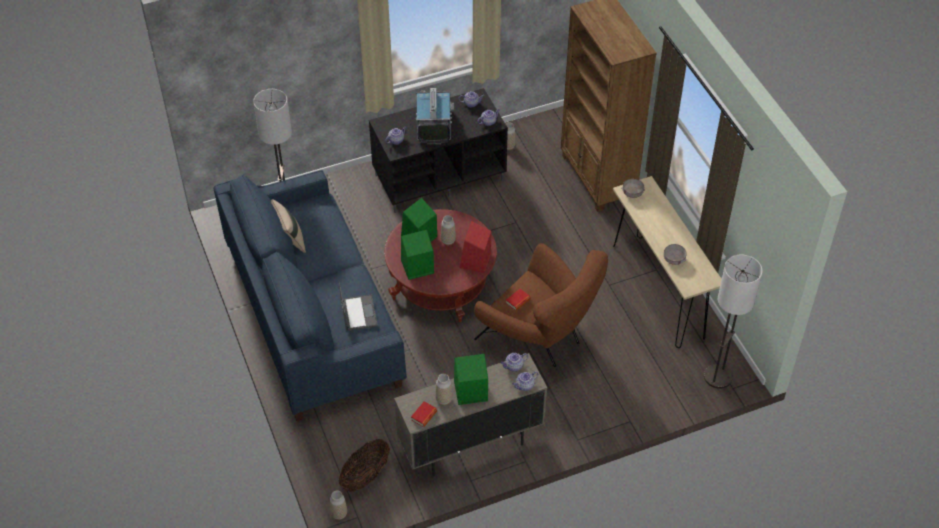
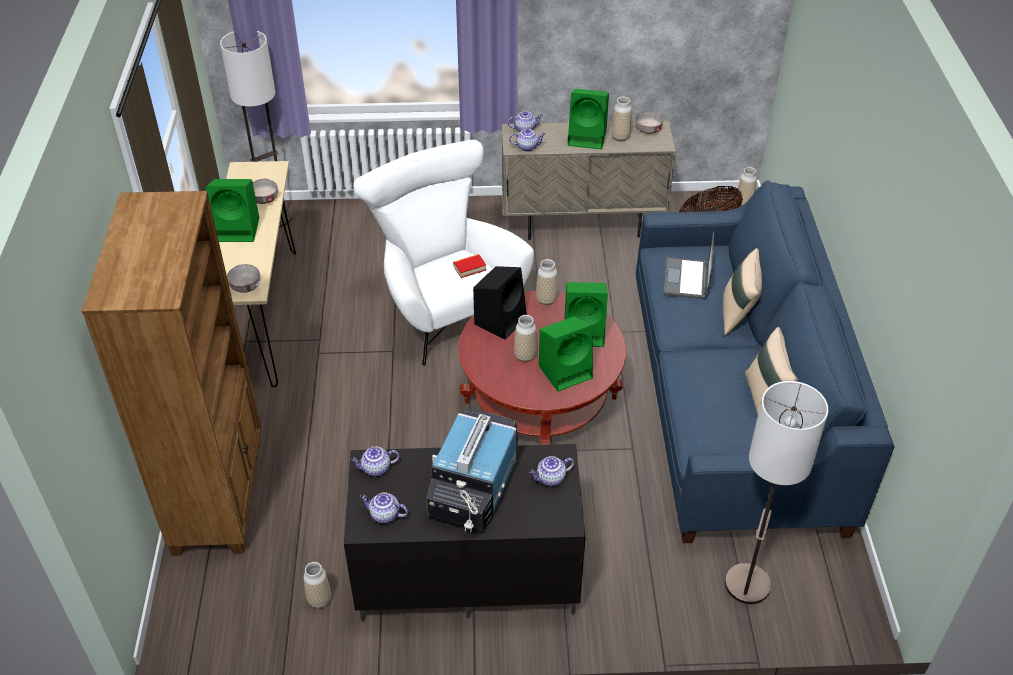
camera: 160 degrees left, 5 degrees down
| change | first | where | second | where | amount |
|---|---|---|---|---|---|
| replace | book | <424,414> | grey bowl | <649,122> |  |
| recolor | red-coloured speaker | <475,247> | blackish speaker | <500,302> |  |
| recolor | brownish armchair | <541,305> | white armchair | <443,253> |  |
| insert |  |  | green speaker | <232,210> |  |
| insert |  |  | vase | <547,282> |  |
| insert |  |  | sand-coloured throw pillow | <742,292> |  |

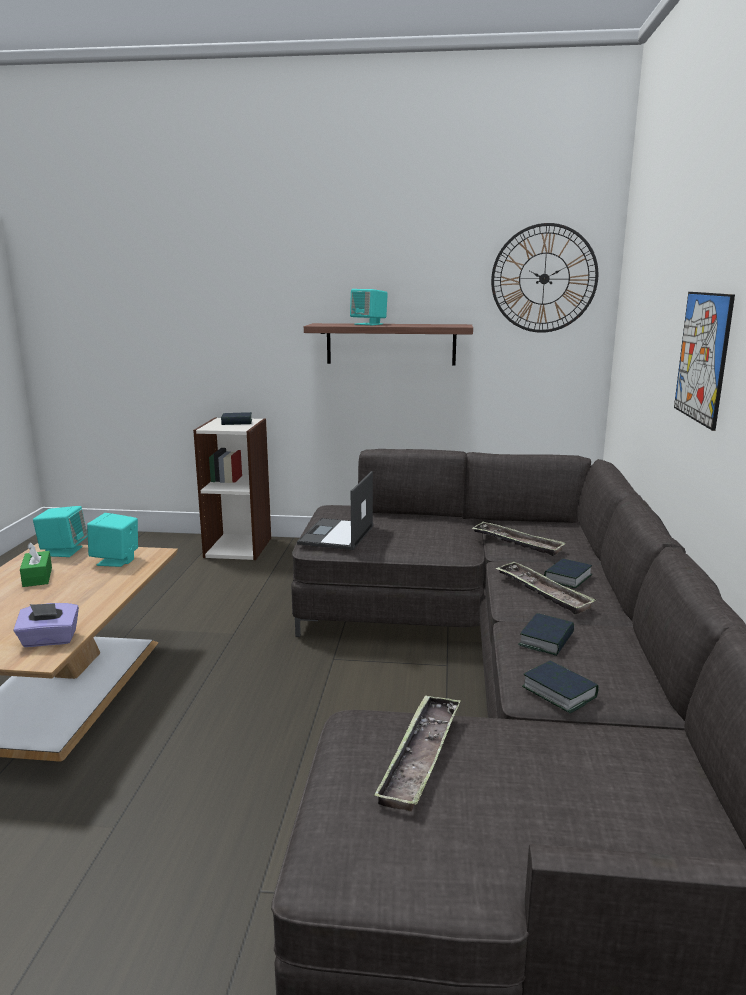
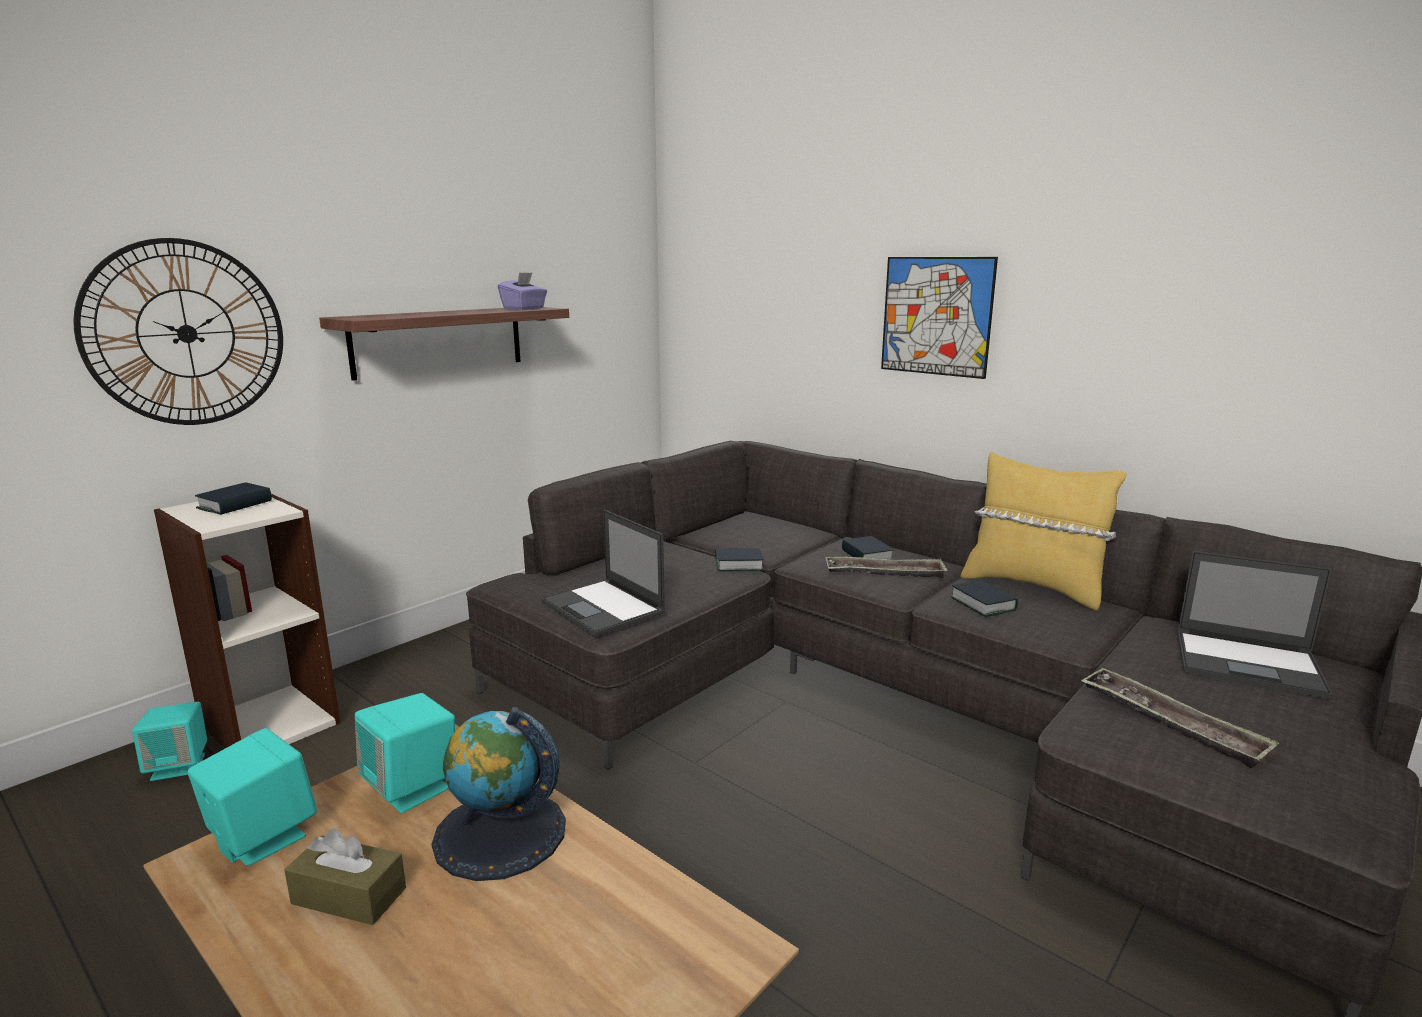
camera: 55 degrees left, 0 degrees up
| change | first | where | second | where | amount |
|---|---|---|---|---|---|
| move | purplish tissue holder | <46,625> |  | <522,291> |  |
| recolor | green tissue holder | <36,564> | brownish tissue holder | <345,876> |  |
| move | blue-green speaker | <369,307> |  | <169,741> |  |
| delete | serving tray | <518,539> |  |  |  |
| move | clock on the wall | <544,278> |  | <178,331> |  |
| move | book | <560,687> |  | <739,559> |  |
| insert |  |  | globe | <499,794> |  |
| insert |  |  | yellow throw pillow | <1043,531> |  |
| insert |  |  | portable computer | <1255,625> |  |

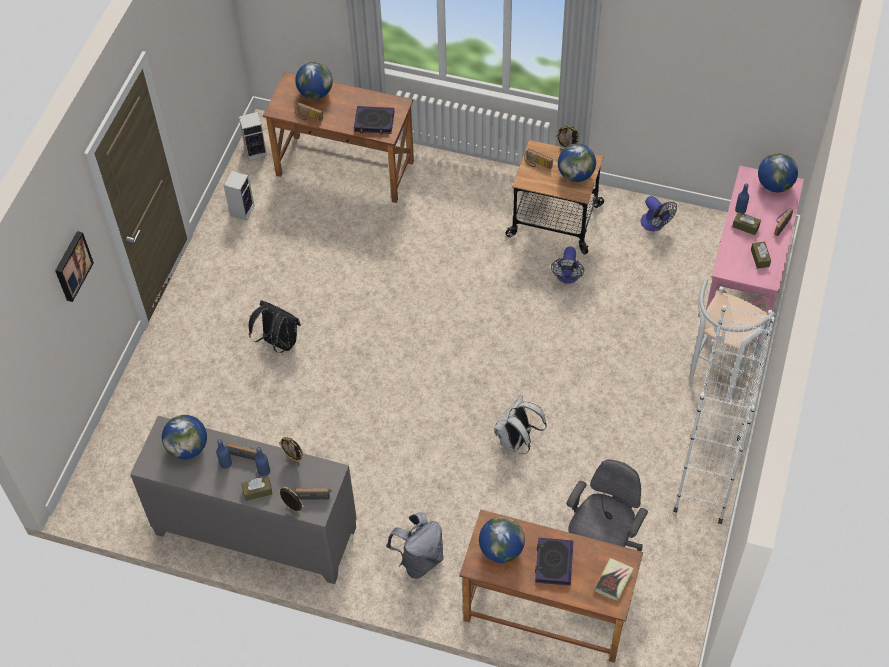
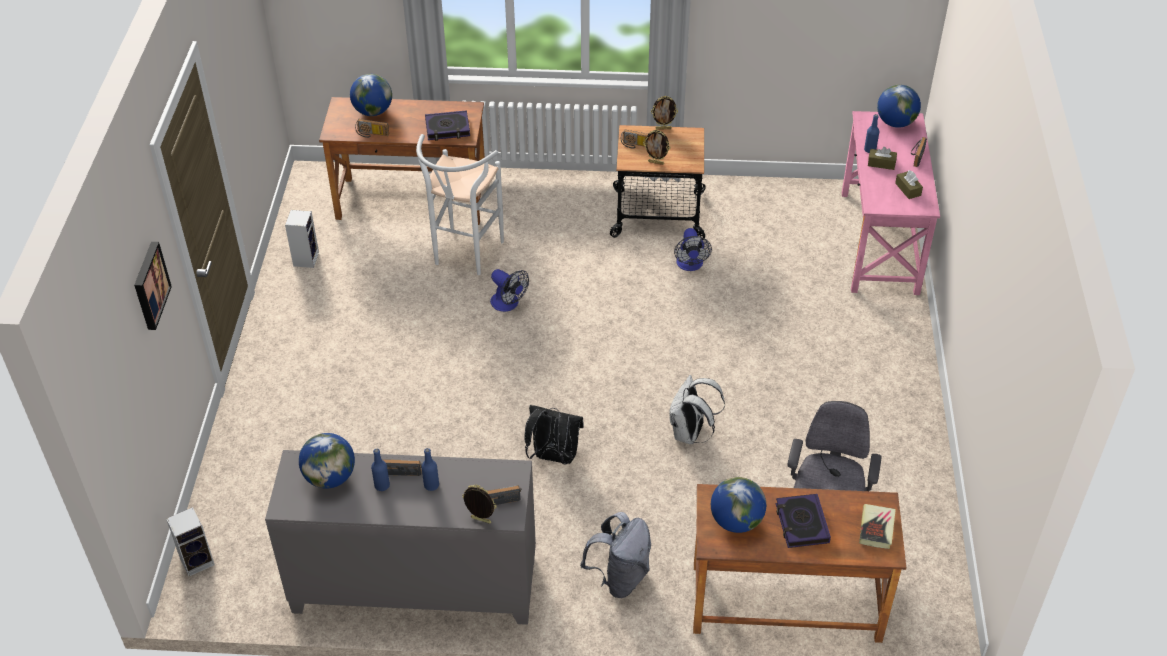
camera: 15 degrees left, 10 degrees down
| change | first | where | second | where | amount |
|---|---|---|---|---|---|
| move | speaker | <253,136> |  | <190,541> |  |
| delete | brownish tissue holder | <257,489> |  |  |  |
| move | blackish knapsack | <275,326> |  | <554,435> |  |
| move | picture frame | <291,451> |  | <656,147> |  |
| delete | globe | <577,163> |  |  |  |
| move | fan | <659,214> |  | <509,290> |  |
| delete | white bookcase | <724,414> |  |  |  |
| move | white sitting stool | <732,340> |  | <460,204> |  |

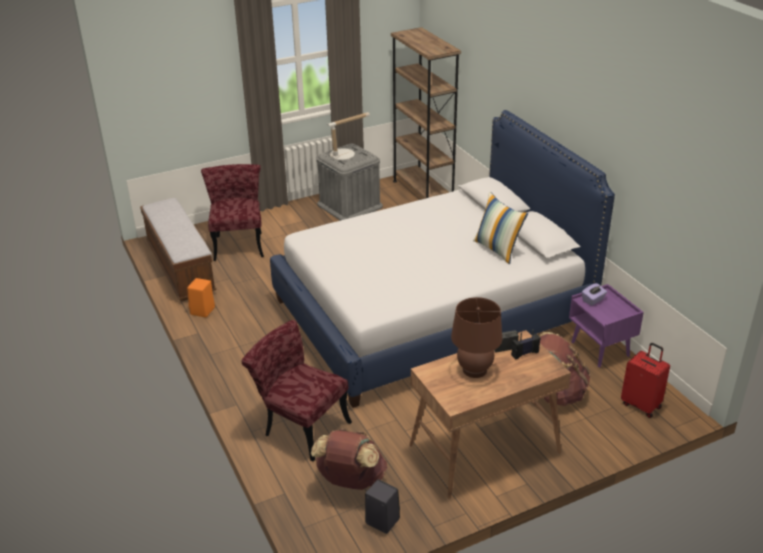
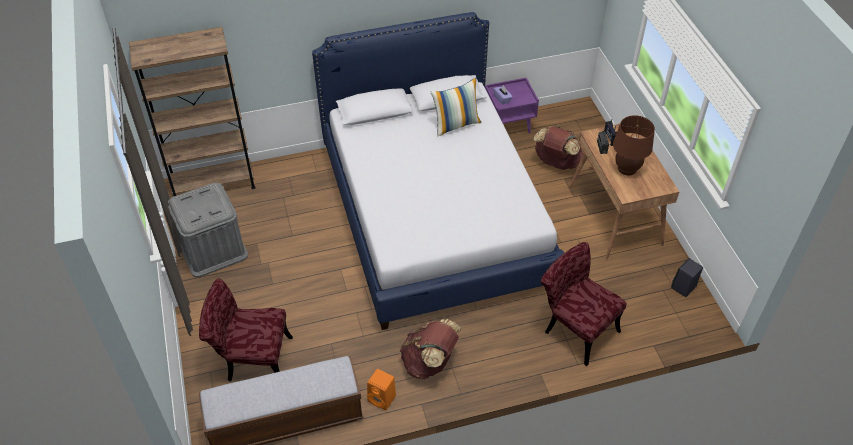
camera: 80 degrees left, 15 degrees up
| change | first | where | second | where | amount |
|---|---|---|---|---|---|
| rotate | red-coloured upright chair | <296,391> |  | <584,304> | 90 degrees clockwise |
| move | brownish knapsack | <349,459> |  | <430,349> |  |
| delete | tabletop lamp | <348,136> |  |  |  |
| delete | red-coloured suitcase | <645,380> |  |  |  |

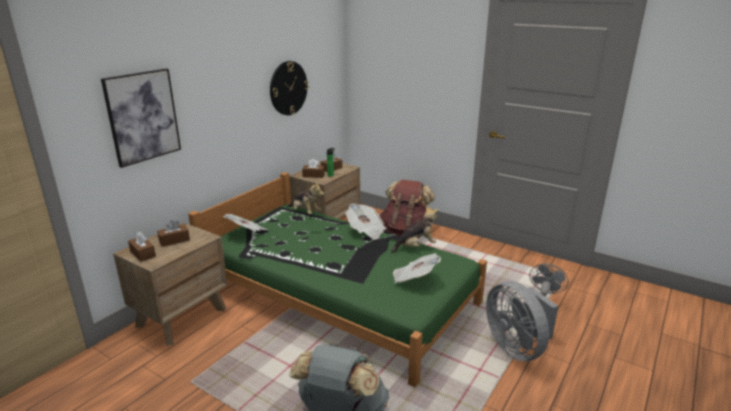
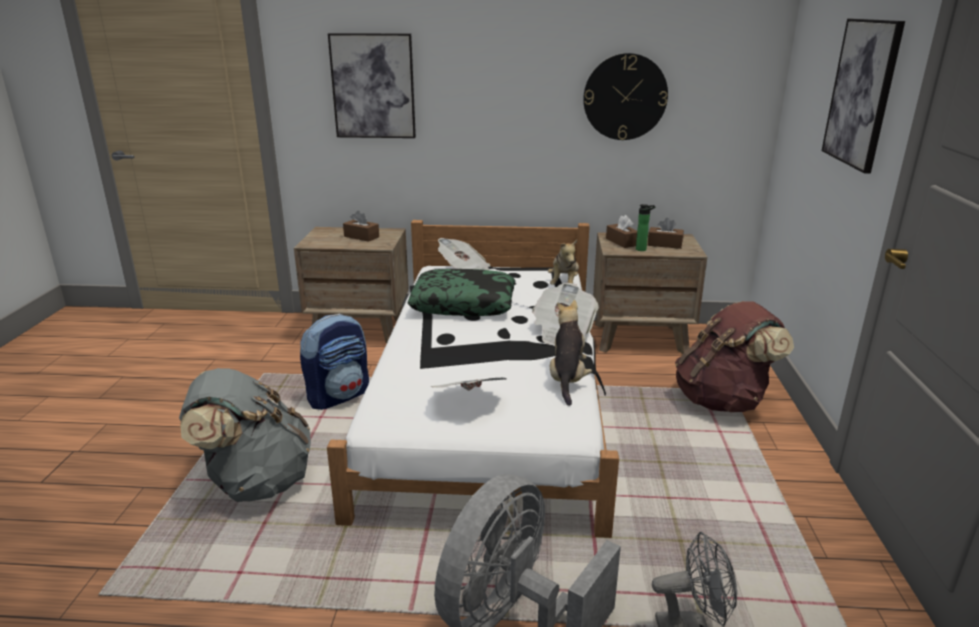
camera: 60 degrees right, 0 degrees up
| change | first | where | second | where | amount |
|---|---|---|---|---|---|
| delete | brownish tissue holder | <142,247> |  |  |  |
| recolor | green sleeping bed | <337,279> | white sleeping bed | <473,379> |  |
| rotate | plush toy | <414,229> |  | <571,353> | 120 degrees counterclockwise |
| insert |  |  | knapsack | <334,362> |  |
| insert |  |  | throw pillow | <461,292> |  |
| insert |  |  | picture | <863,96> |  |

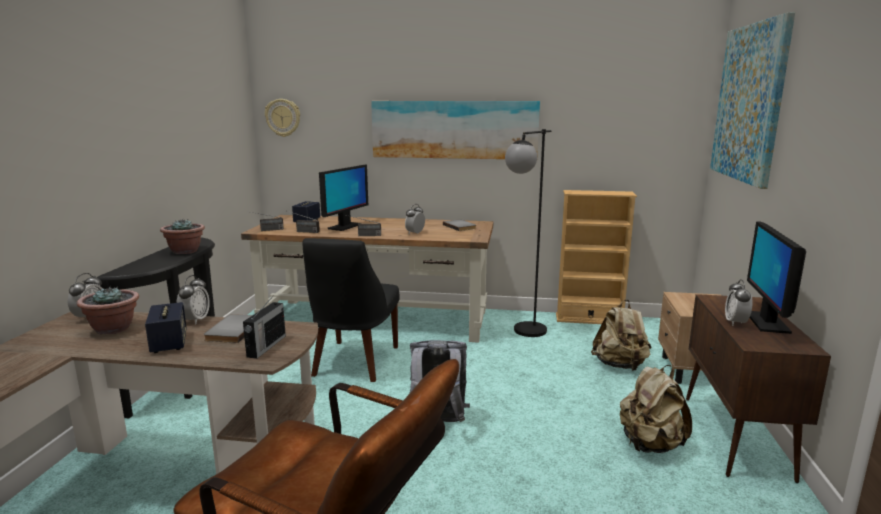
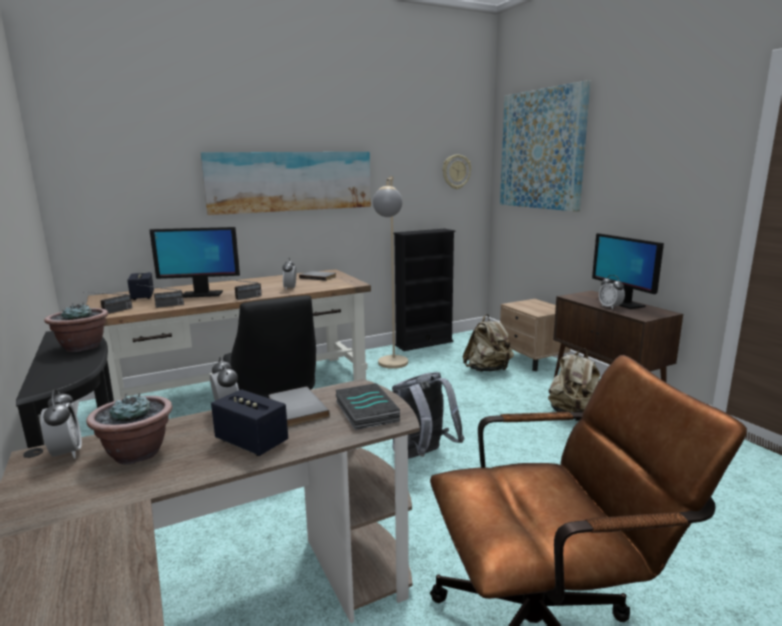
camera: 35 degrees left, 0 degrees up
| change | first | where | second | where | amount |
|---|---|---|---|---|---|
| replace | radio | <264,327> | book | <368,406> |  |
| move | clock on the wall | <282,118> |  | <457,172> |  |
| rotate | computer display | <343,198> |  | <194,262> | 90 degrees clockwise |
| recolor | blackish floor lamp | <528,233> | sand-coloured floor lamp | <390,272> |  |
| recolor | sand-coloured bookcase | <596,257> | blackish bookcase | <424,290> |  |

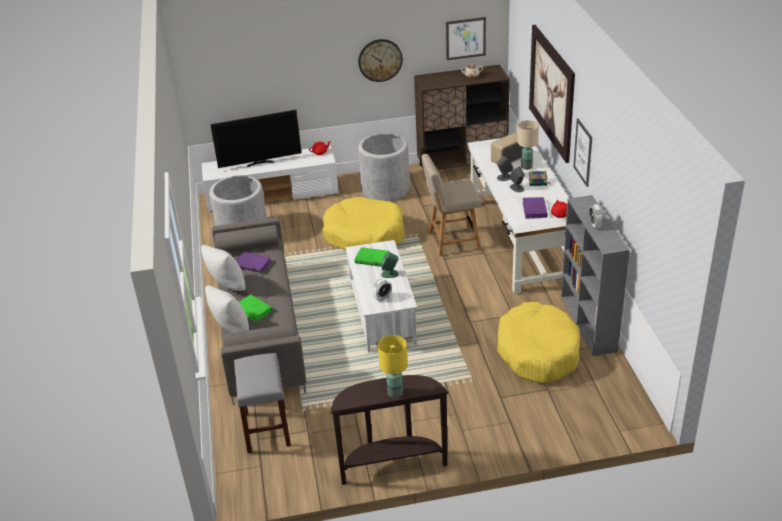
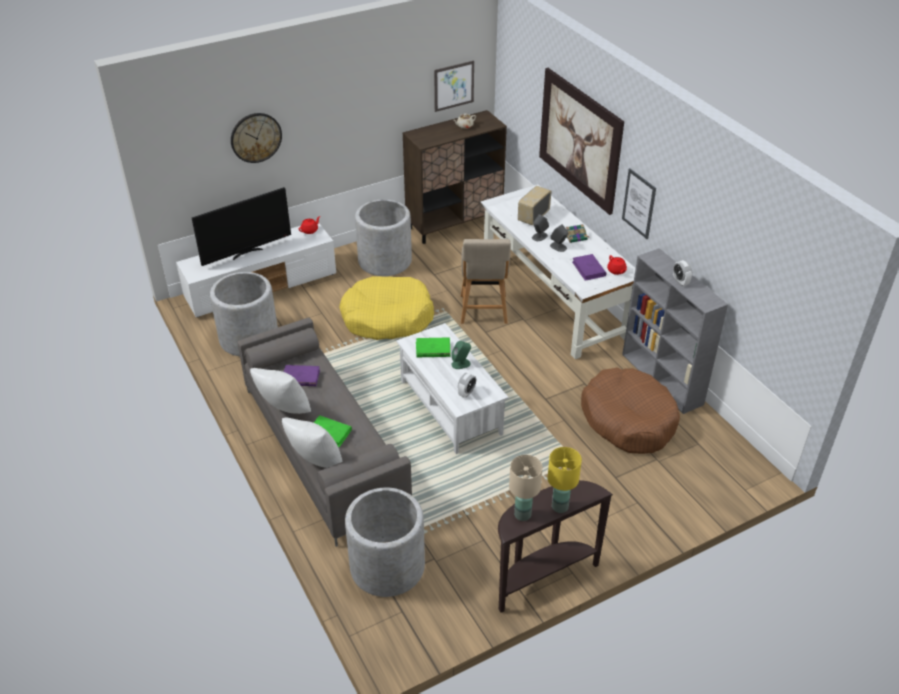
camera: 20 degrees left, 5 degrees up
| change | first | where | second | where | amount |
|---|---|---|---|---|---|
| replace | grey sitting stool | <262,403> | grey planter | <385,542> |  |
| move | clock on the wall | <380,60> |  | <256,138> |  |
| rotate | sand-coloured upright chair | <451,205> |  | <486,281> | 60 degrees counterclockwise |
| recolor | yellow pet bed | <538,342> | brownish pet bed | <630,411> |  |
| move | sand-coloured tabletop lamp | <528,145> |  | <526,488> |  |

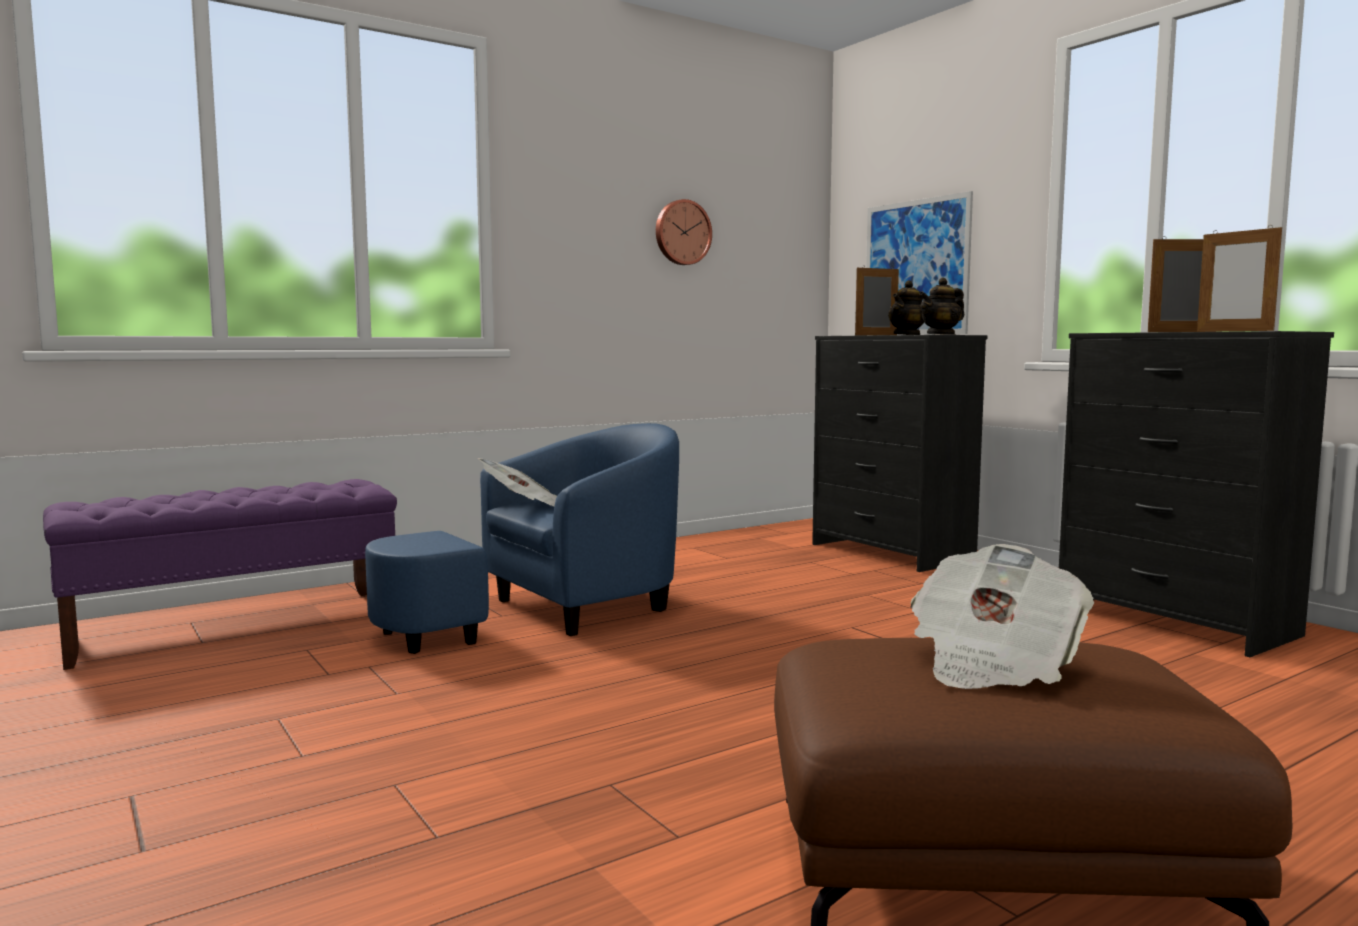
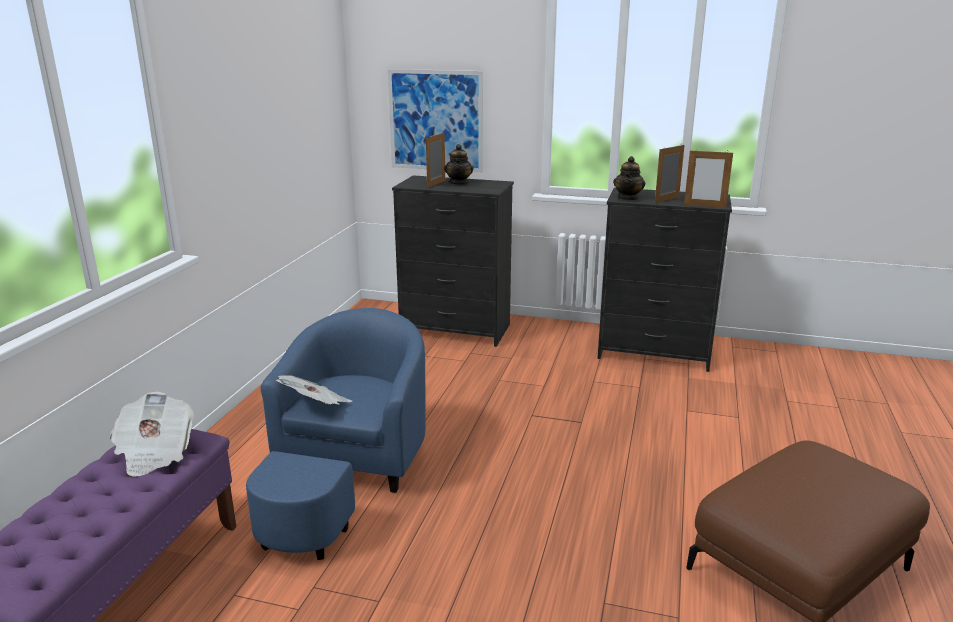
camera: 40 degrees left, 15 degrees up
| change | first | where | second | where | amount |
|---|---|---|---|---|---|
| delete | clock on the wall | <684,232> |  |  |  |
| move | daily paper | <1002,616> |  | <152,434> |  |
| move | teapot | <941,306> |  | <629,178> |  |

